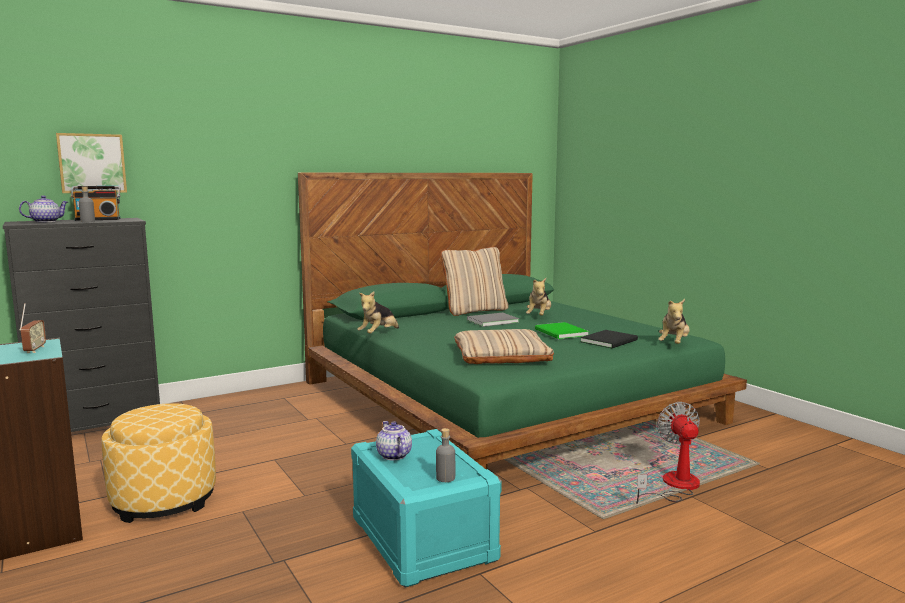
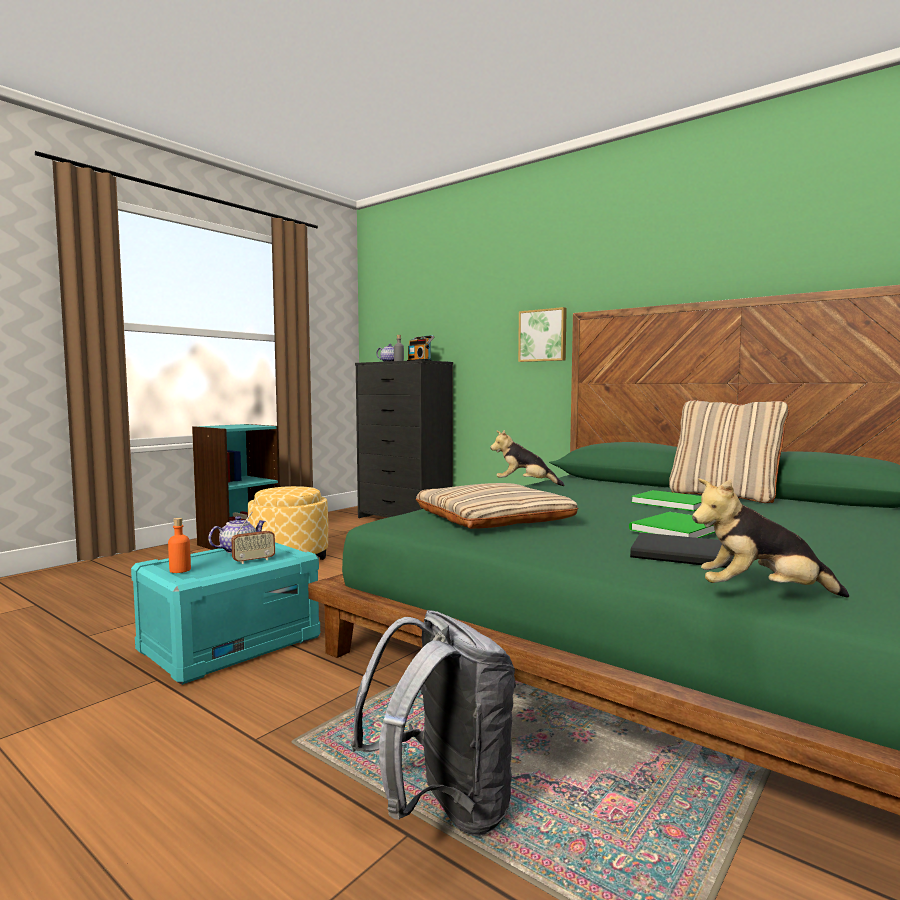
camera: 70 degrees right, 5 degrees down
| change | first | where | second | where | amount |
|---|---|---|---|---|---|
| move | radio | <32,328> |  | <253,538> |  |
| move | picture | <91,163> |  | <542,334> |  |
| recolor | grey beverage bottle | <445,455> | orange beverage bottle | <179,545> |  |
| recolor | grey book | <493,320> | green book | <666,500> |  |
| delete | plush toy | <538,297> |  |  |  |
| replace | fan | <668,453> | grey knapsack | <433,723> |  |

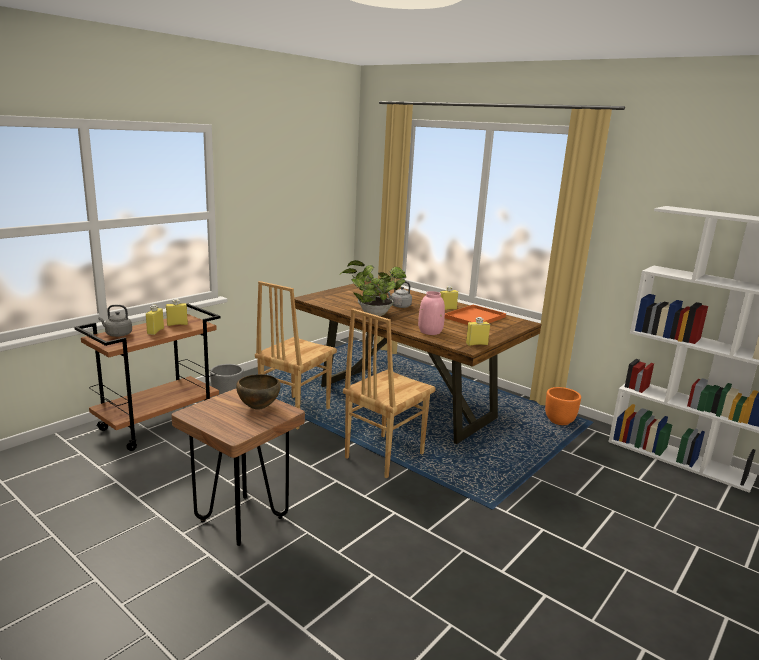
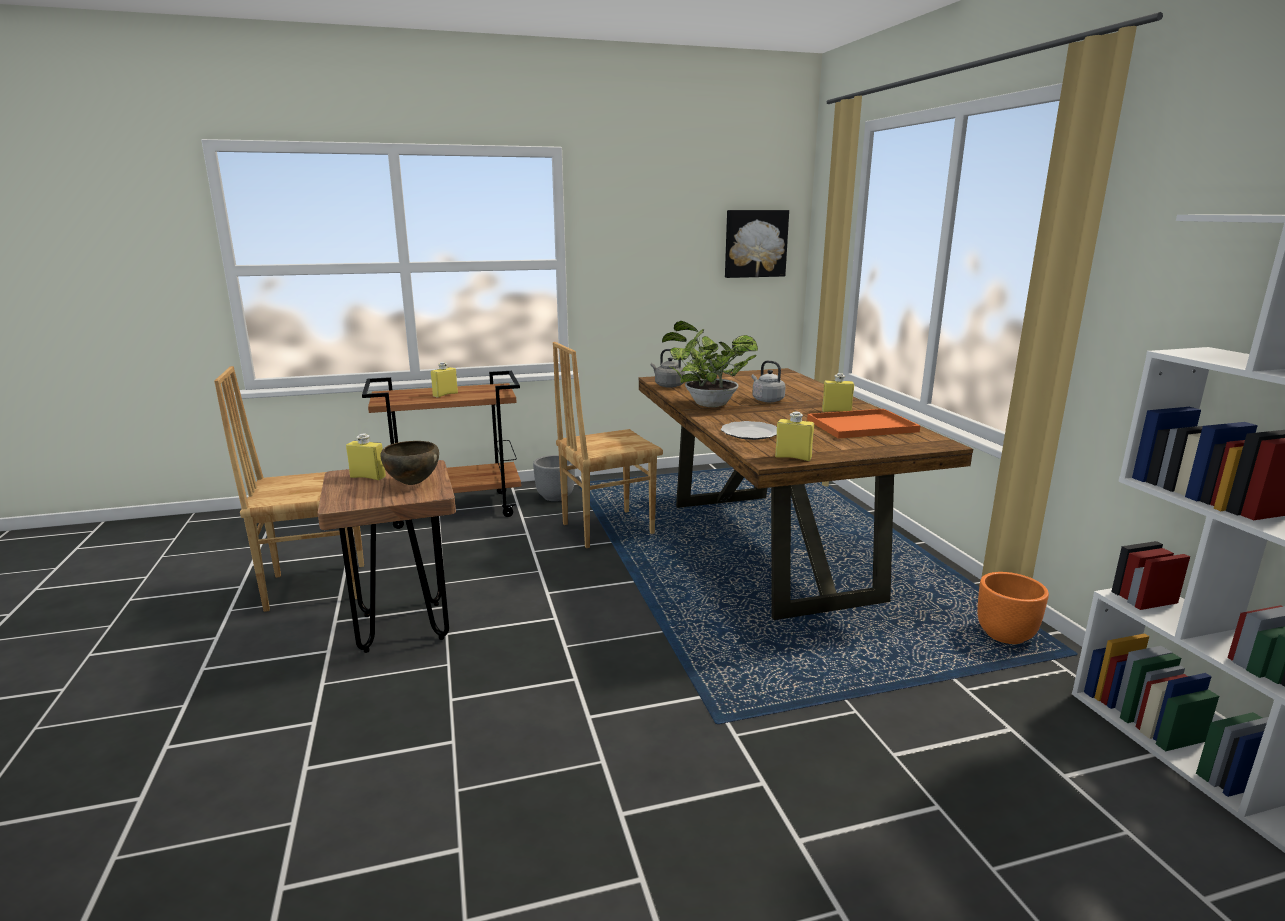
camera: 35 degrees right, 0 degrees up
| change | first | where | second | where | amount |
|---|---|---|---|---|---|
| move | grey water kettle | <115,321> |  | <668,368> |  |
| move | yellow beverage bottle | <177,312> |  | <366,457> |  |
| move | brownish upright chair | <389,393> |  | <289,489> |  |
| replace | pinkish vase | <431,313> | flat dish | <749,430> |  |
| insert |  |  | picture | <757,244> |  |

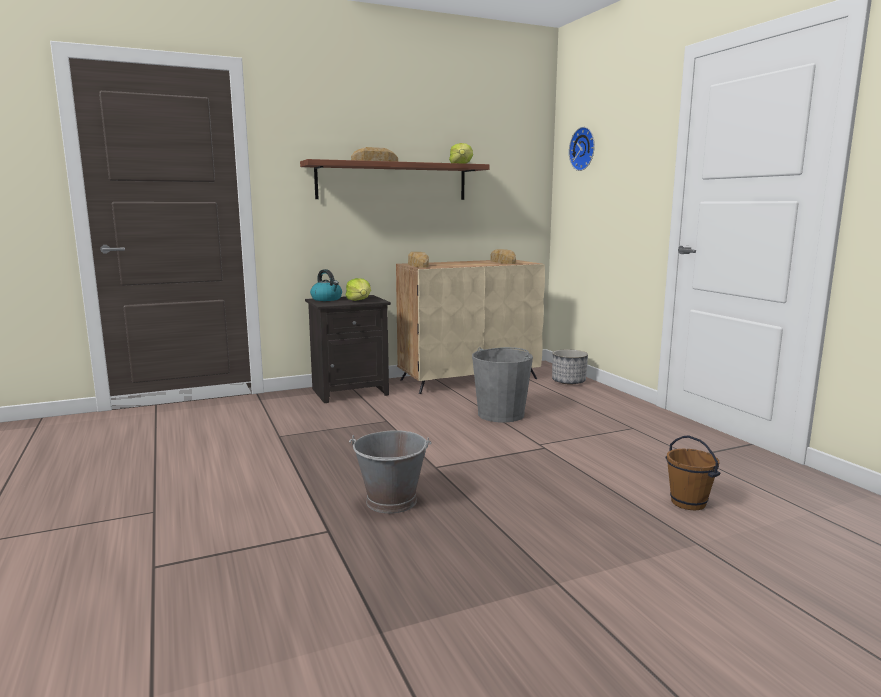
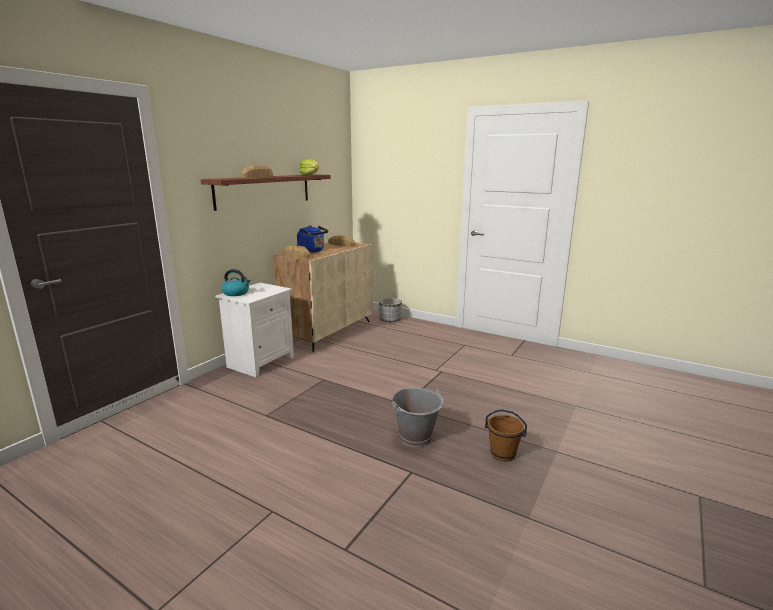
camera: 35 degrees left, 5 degrees up
| change | first | where | second | where | amount |
|---|---|---|---|---|---|
| recolor | blackish night table | <348,349> | white night table | <254,330> |  |
| delete | head of lettuce | <358,289> |  |  |  |
| delete | grey bucket | <502,385> |  |  |  |
| delete | clock on the wall | <582,149> |  |  |  |
| move | brownish bucket | <693,473> |  | <506,436> |  |
| insert |  |  | blue-coloured water kettle | <312,239> |  |

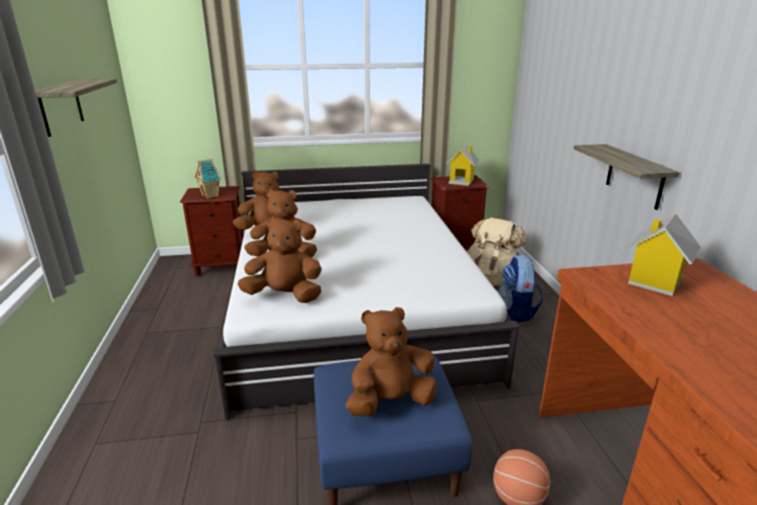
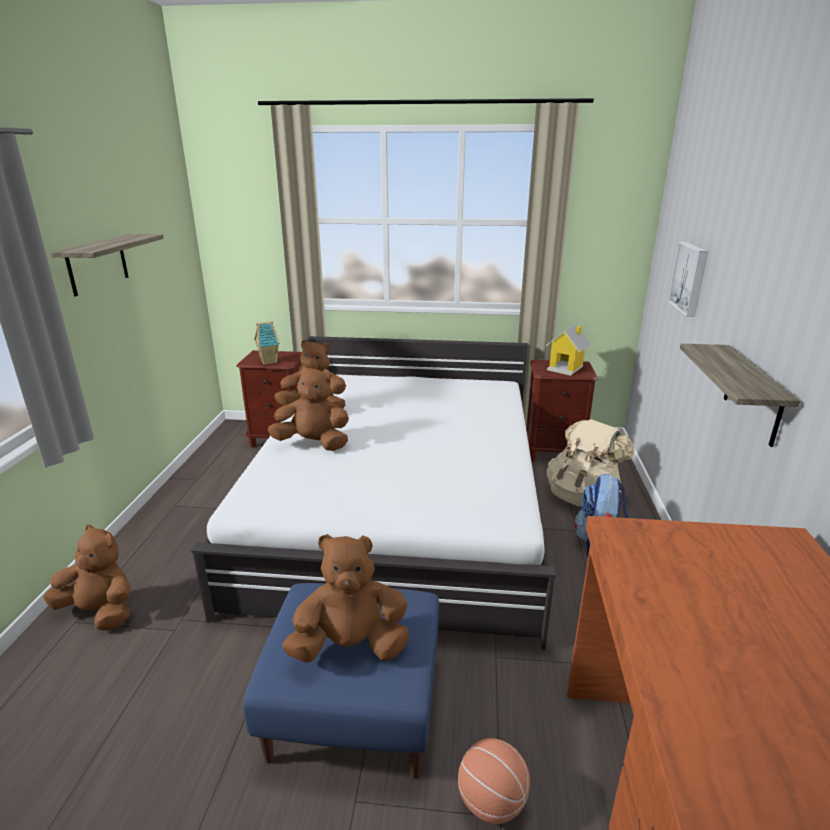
camera: 15 degrees right, 0 degrees up
| change | first | where | second | where | amount |
|---|---|---|---|---|---|
| move | brownish plush toy | <279,259> |  | <87,577> |  |
| delete | miniature house | <663,255> |  |  |  |
| insert |  |  | picture | <688,279> |  |

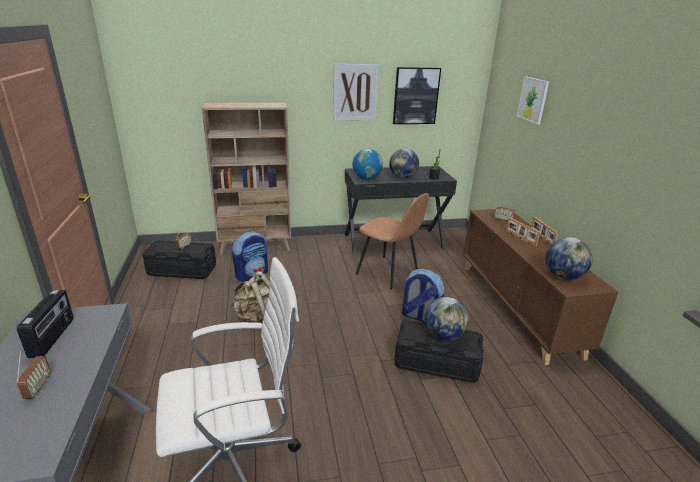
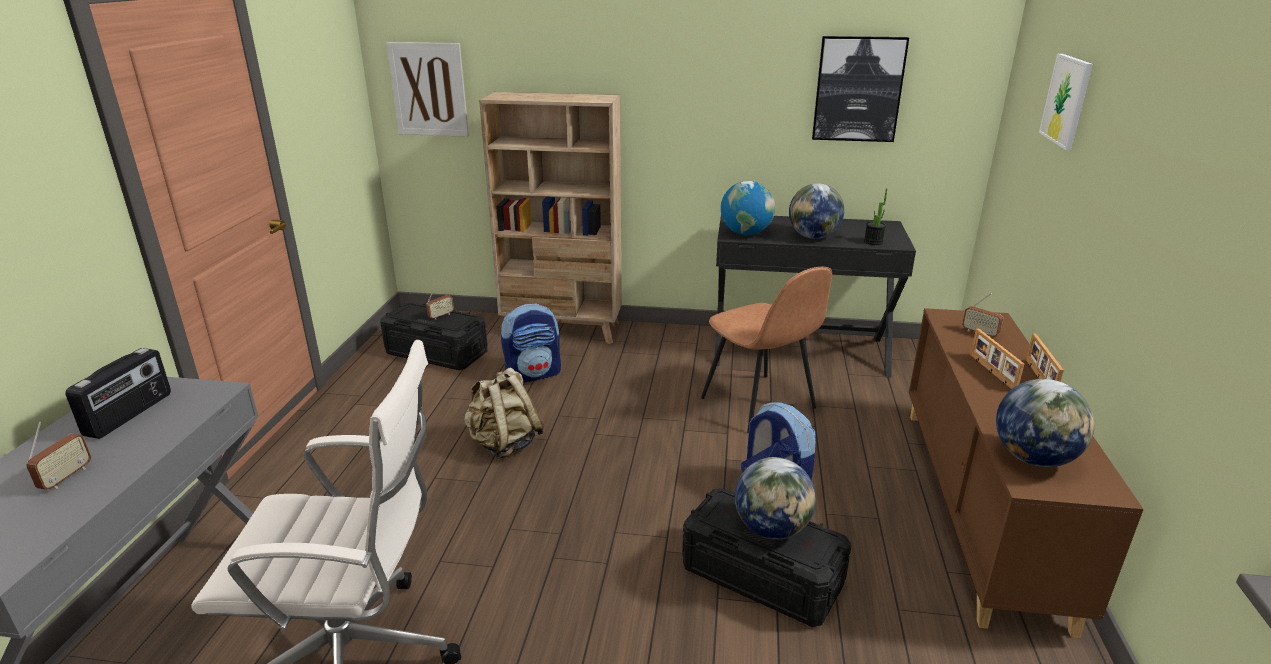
camera: 20 degrees right, 0 degrees up
| change | first | where | second | where | amount |
|---|---|---|---|---|---|
| move | picture | <356,92> |  | <427,89> |  |

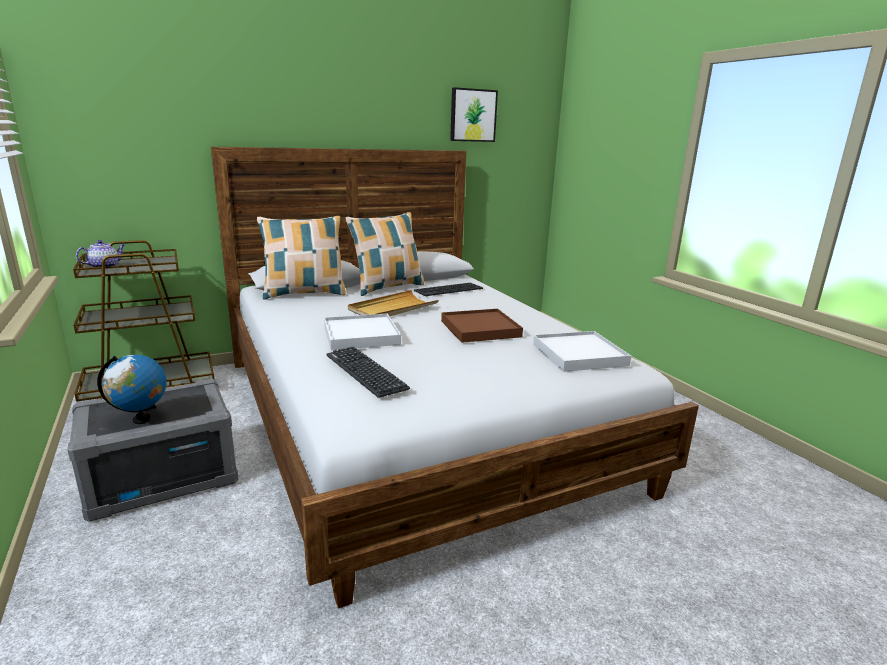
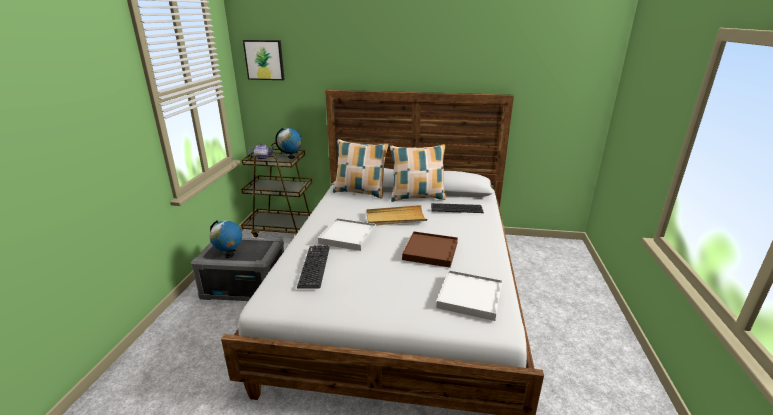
camera: 35 degrees right, 5 degrees up
| change | first | where | second | where | amount |
|---|---|---|---|---|---|
| move | picture | <474,114> |  | <264,60> |  |
| insert |  |  | globe | <288,143> |  |

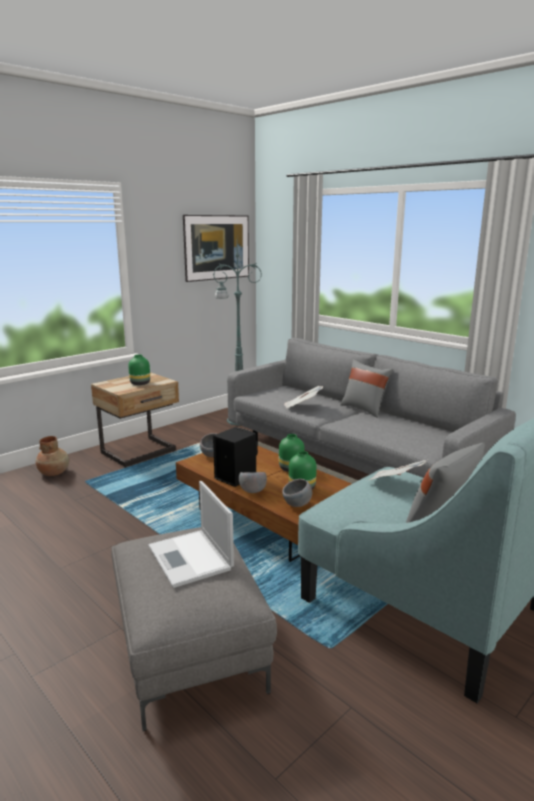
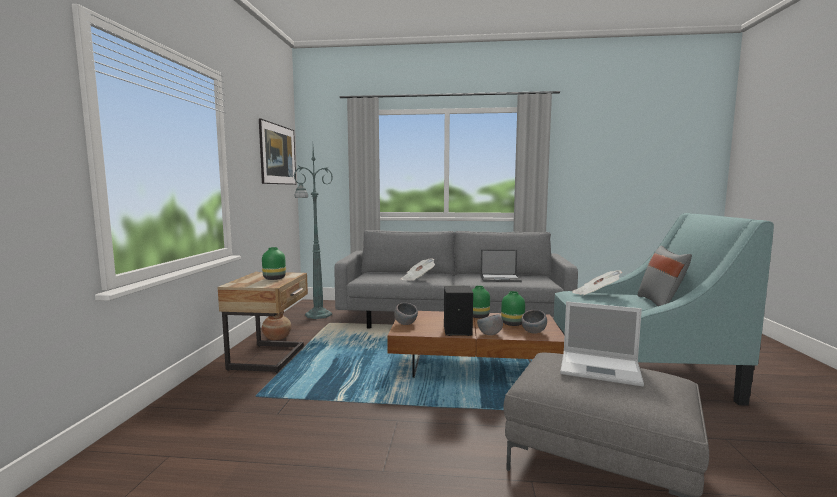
camera: 40 degrees left, 10 degrees down
| change | first | where | second | where | amount |
|---|---|---|---|---|---|
| move | brownish vase | <52,456> |  | <276,325> |  |
| delete | grey throw pillow | <367,388> |  |  |  |
| insert |  |  | portable computer | <501,266> |  |

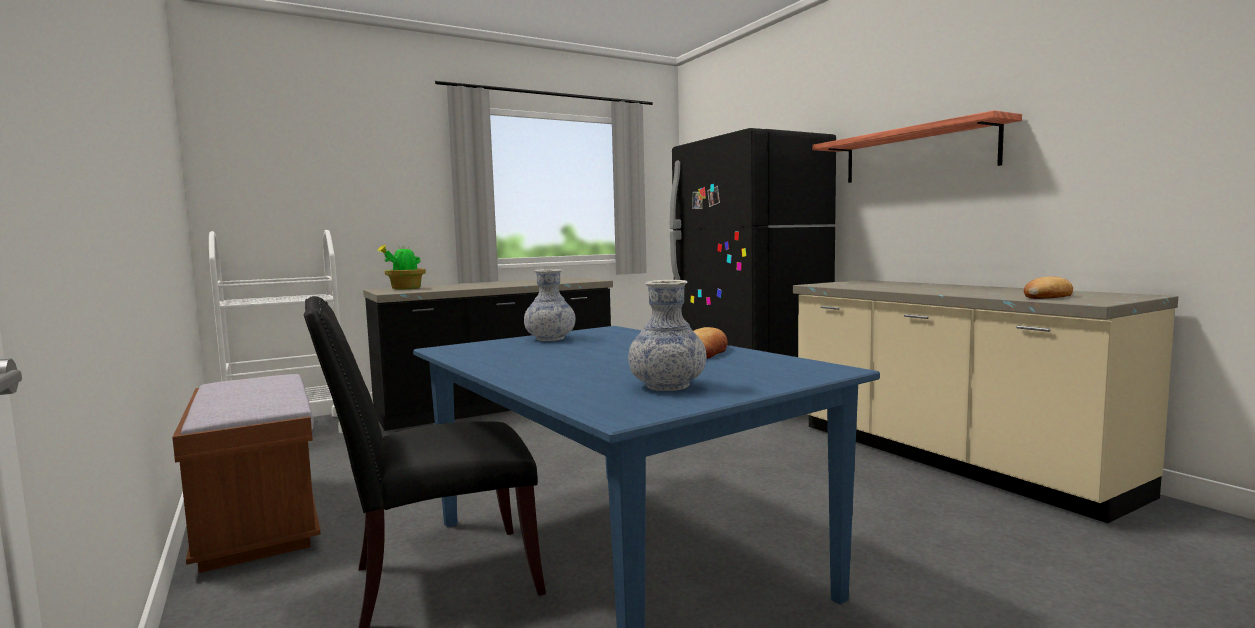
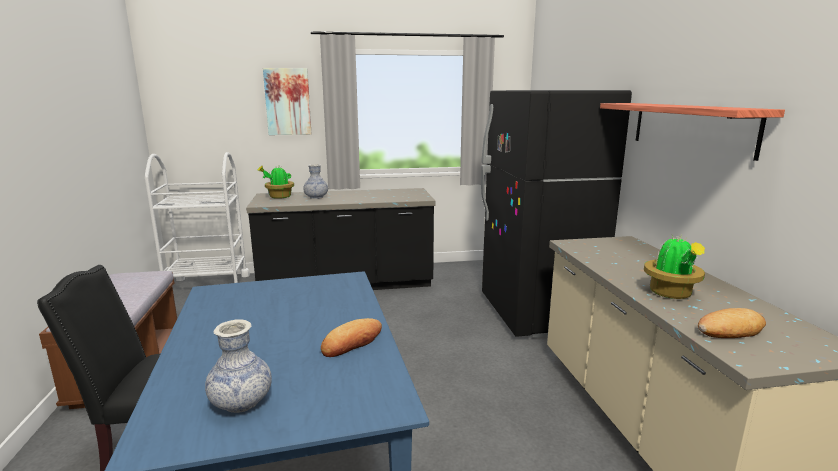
camera: 20 degrees right, 10 degrees up
| change | first | where | second | where | amount |
|---|---|---|---|---|---|
| move | vase | <549,305> |  | <315,181> |  |
| insert |  |  | picture | <287,101> |  |
| insert |  |  | potted plant | <674,267> |  |

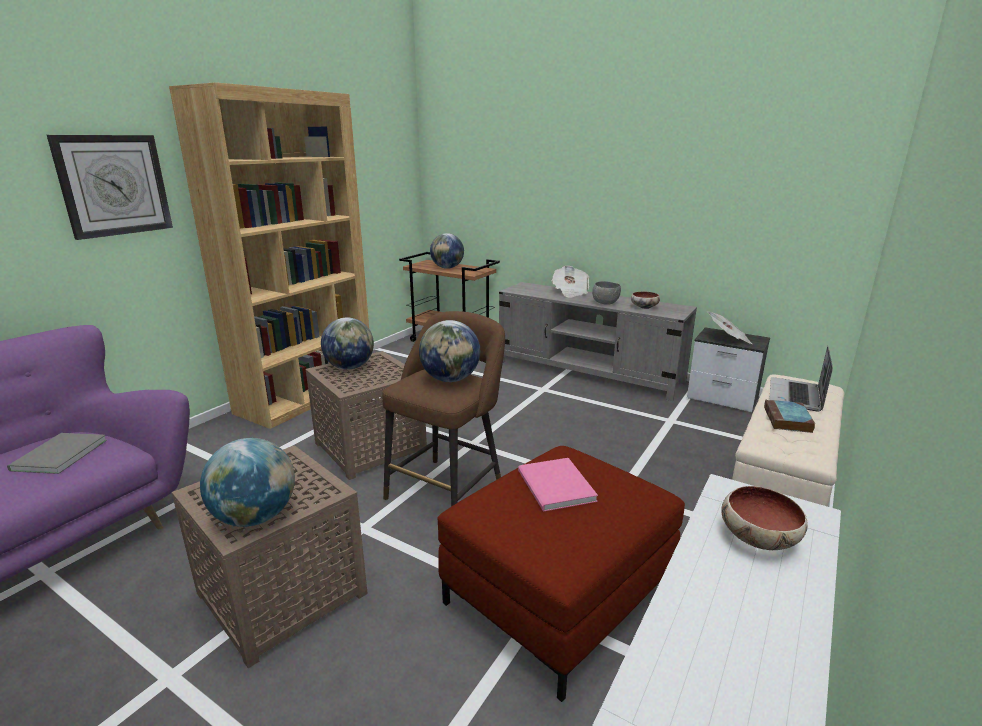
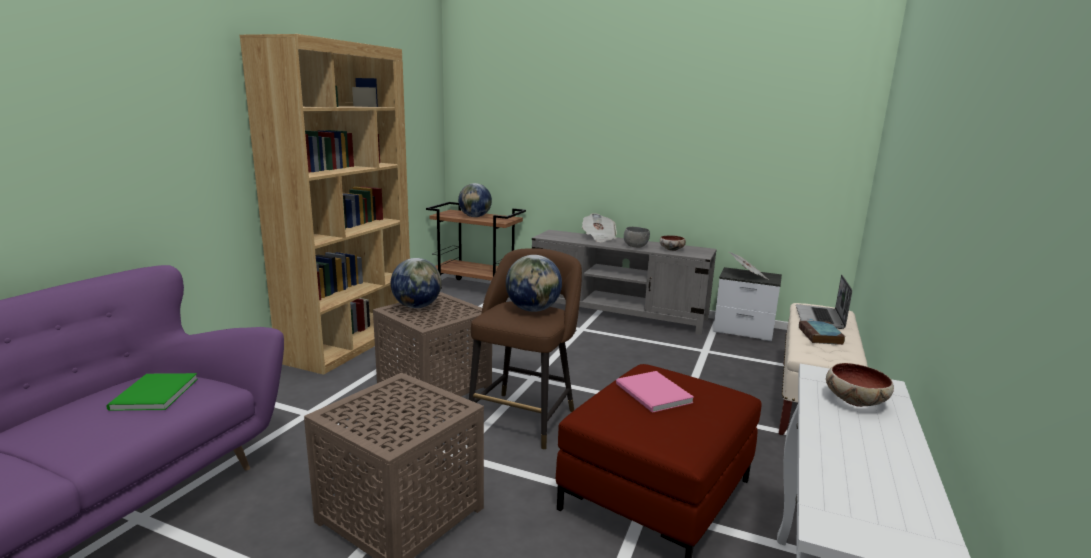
camera: 10 degrees left, 5 degrees down
| change | first | where | second | where | amount |
|---|---|---|---|---|---|
| recolor | grey book | <57,453> | green book | <152,392> |  |
| delete | clock on the wall | <110,187> |  |  |  |
| delete | globe | <247,482> |  |  |  |

